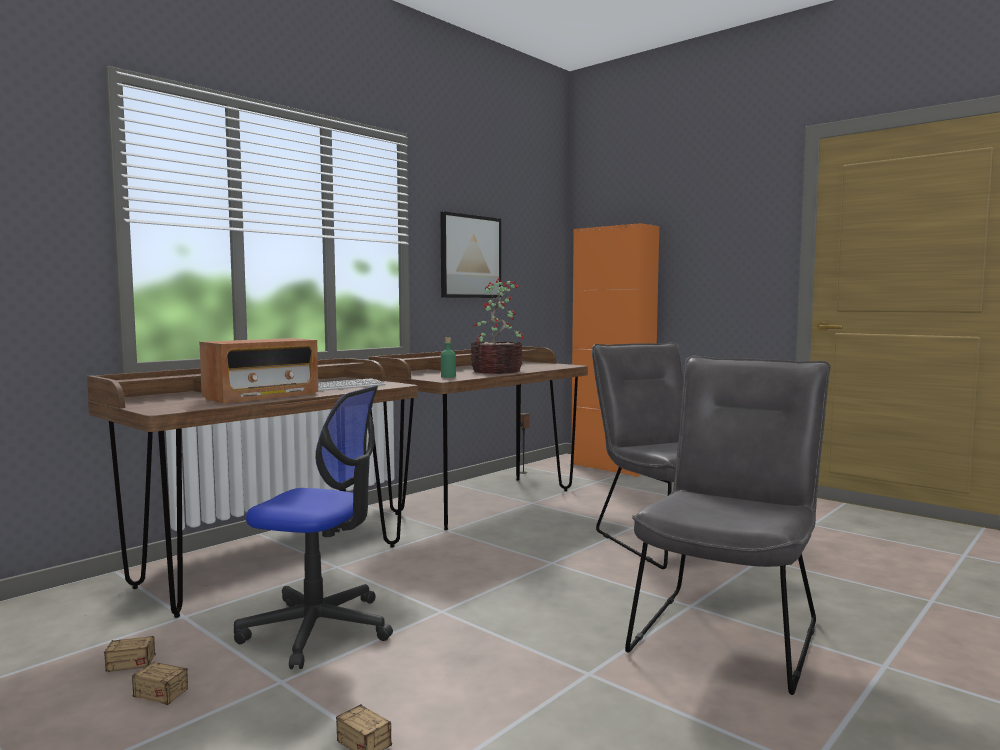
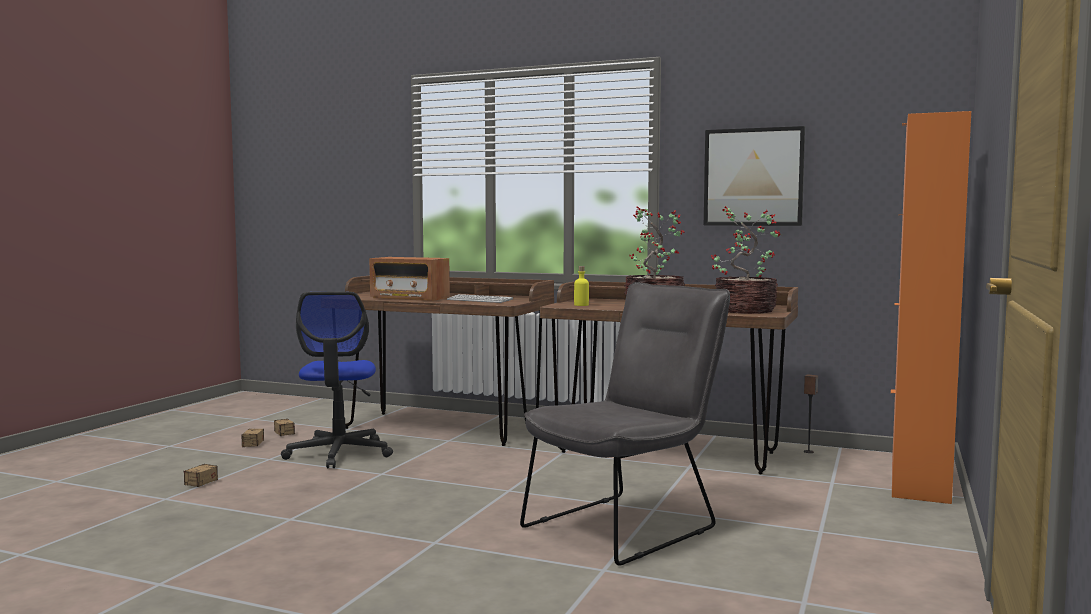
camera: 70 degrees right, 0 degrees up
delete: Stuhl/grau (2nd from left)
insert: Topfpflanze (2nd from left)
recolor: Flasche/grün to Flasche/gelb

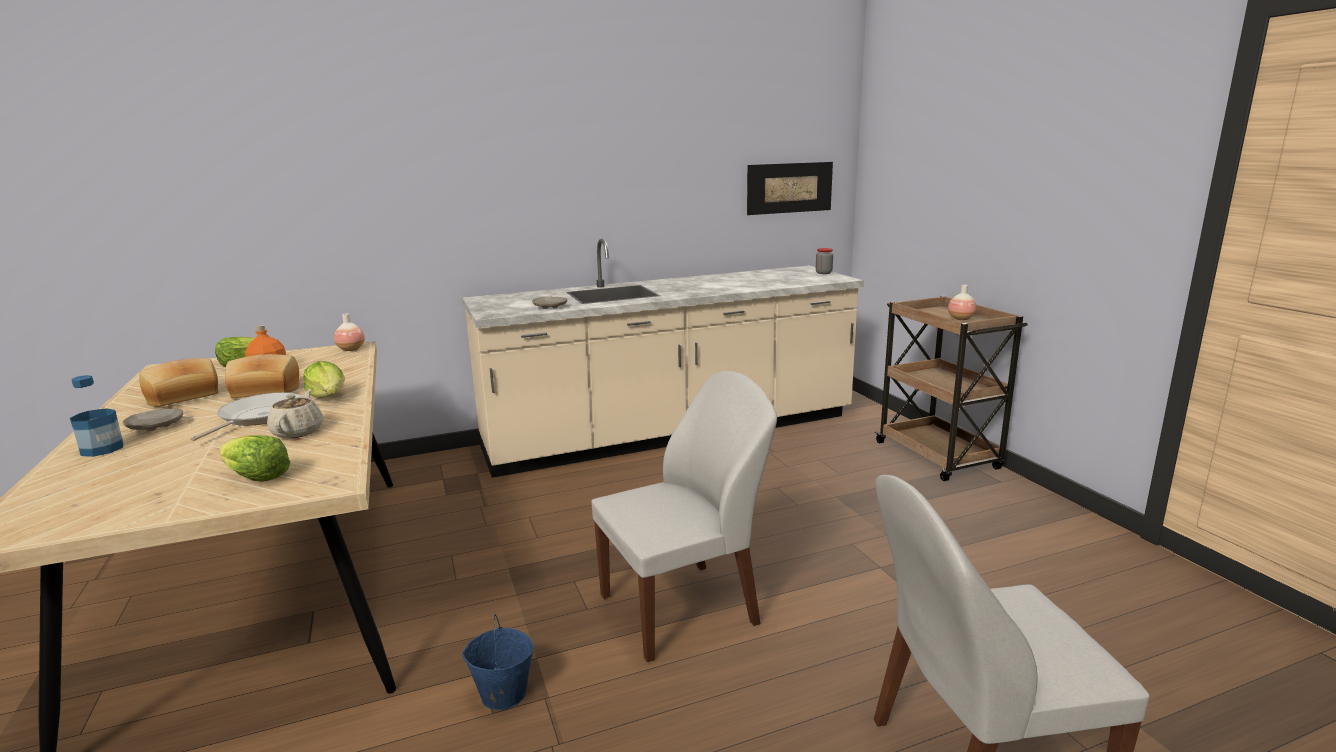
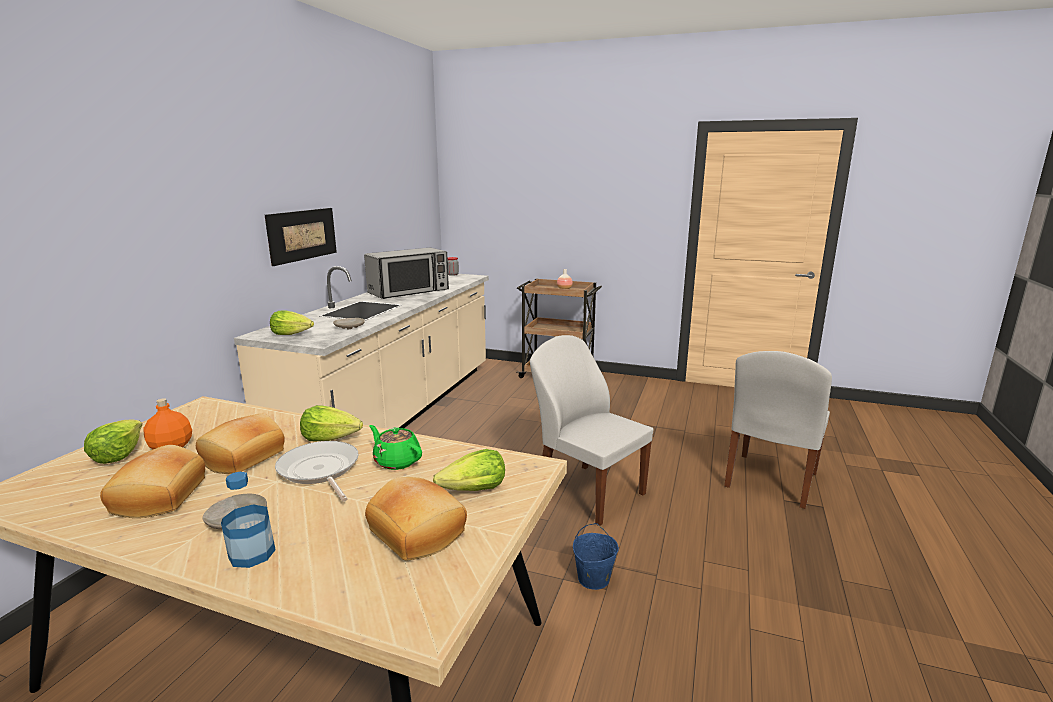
camera: 50 degrees left, 0 degrees up
delete: Vase (1st from left)
insert: Salatkopf (2nd from left); Mikrowelle; Brot (3rd from left)
move: Bild
recolor: Teekanne/beige to Teekanne/grün
rotate: Stuhl/weiß (1st from left) 60 degrees counterclockwise

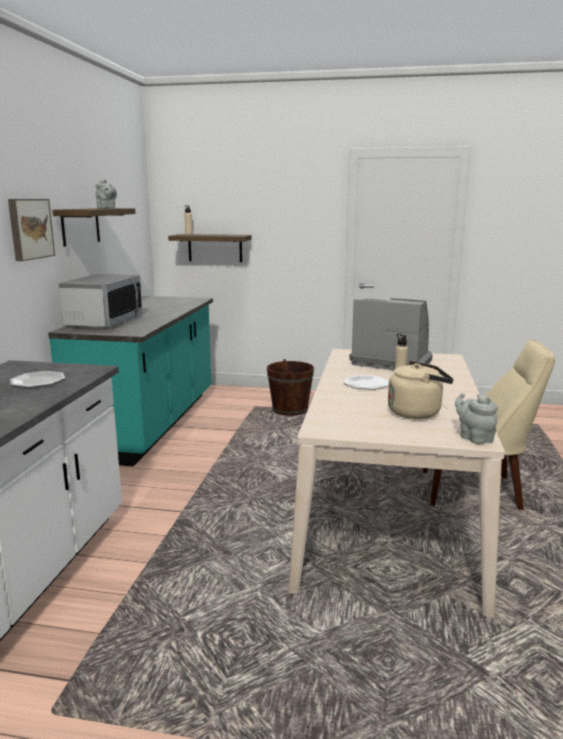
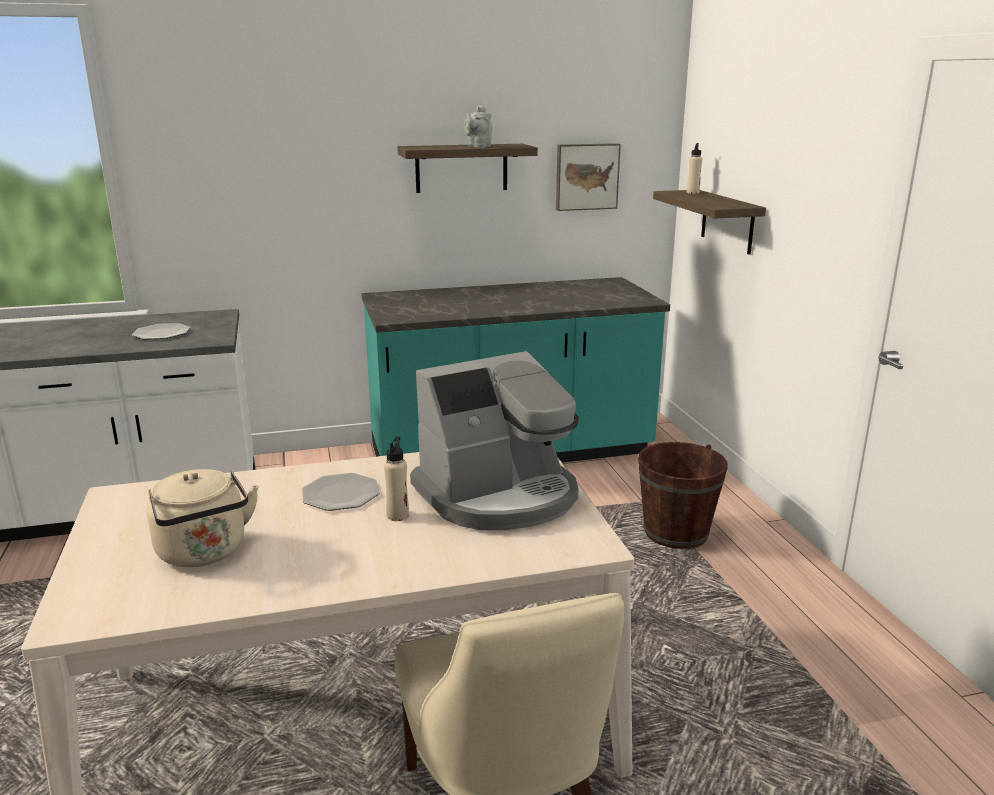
camera: 65 degrees right, 5 degrees up
delete: Mikrowelle; Teekanne/grau (2nd from left)
move: Bild
rotate: Kaffeemaschine 60 degrees clockwise

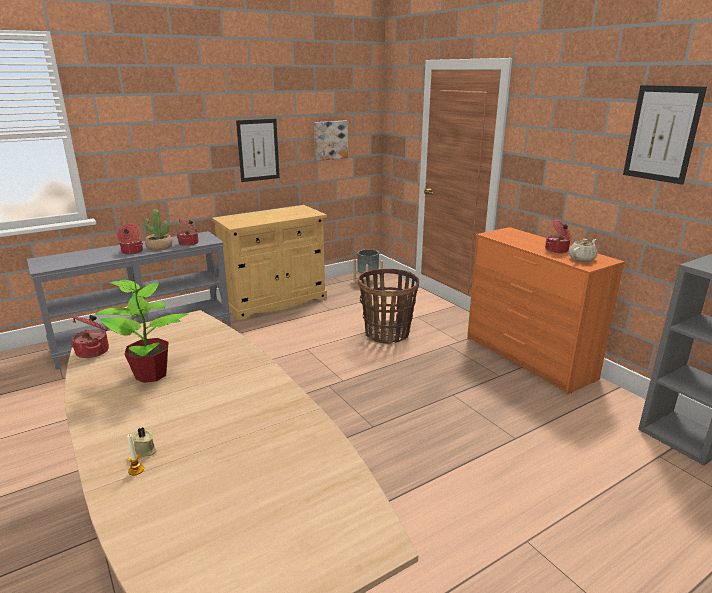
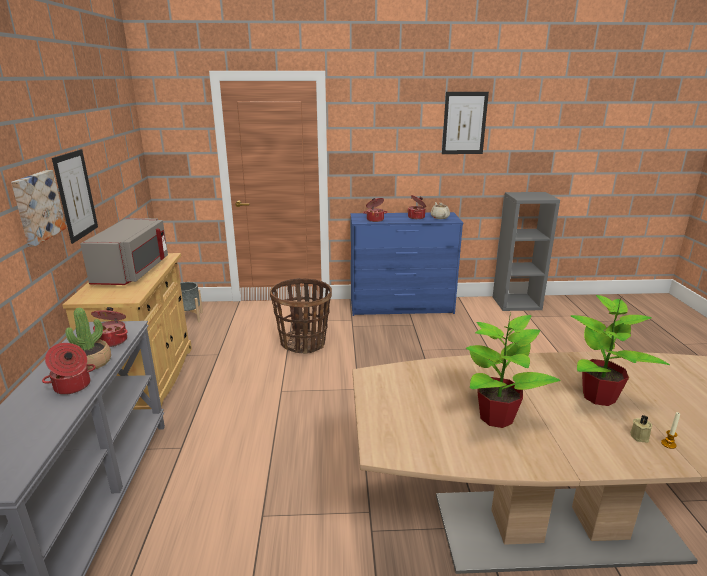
camera: 60 degrees left, 0 degrees up
insert: Mikrowelle/grau; Topfpflanze (3rd from left)
move: Kochtopf (1st from left in the first image) to Kochtopf (3rd from left); Bild (2nd from left in the first image) to Bild (1st from left)
recolor: Kommode/orange to Kommode/blau

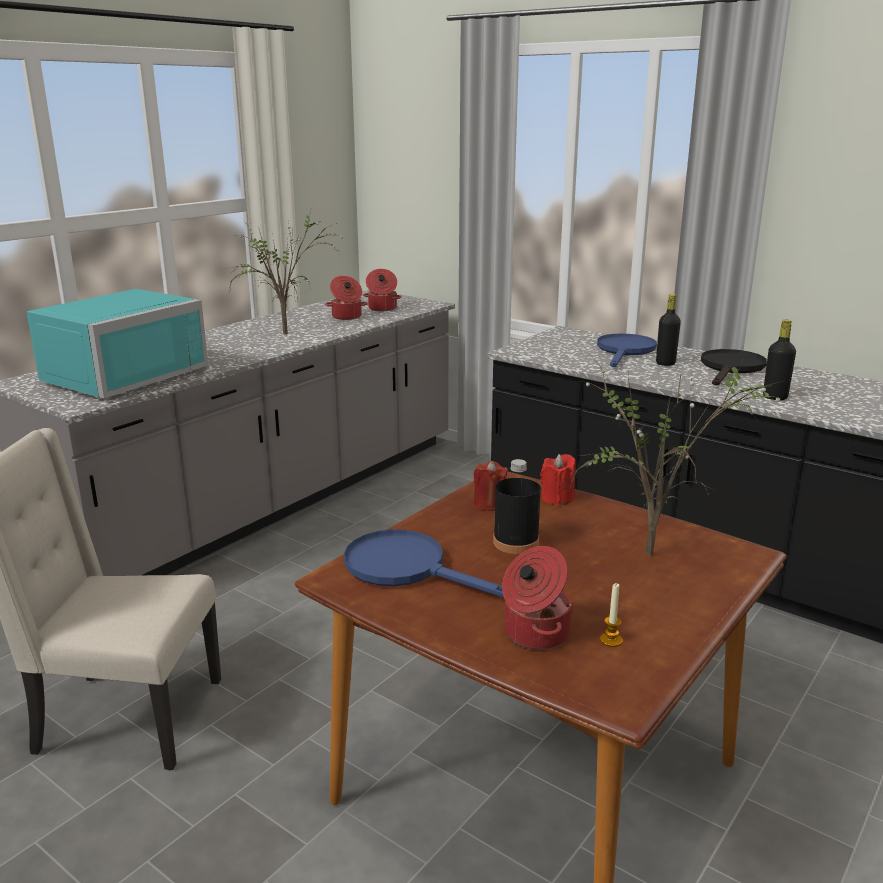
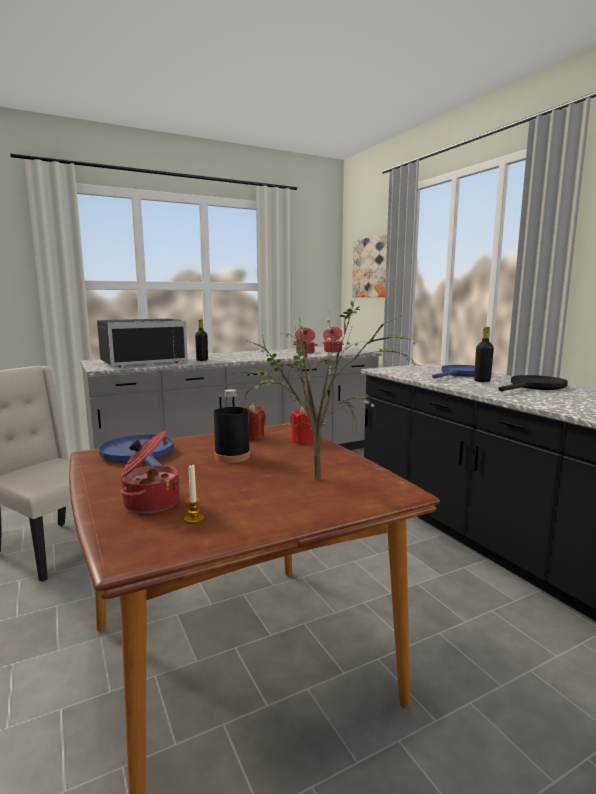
camera: 25 degrees right, 10 degrees down
delete: Topfpflanze (1st from left)
insert: Bild
move: Flasche/schwarz (3rd from left in the first image) to Flasche/schwarz (1st from left)
recolor: Mikrowelle/türkis to Mikrowelle/schwarz

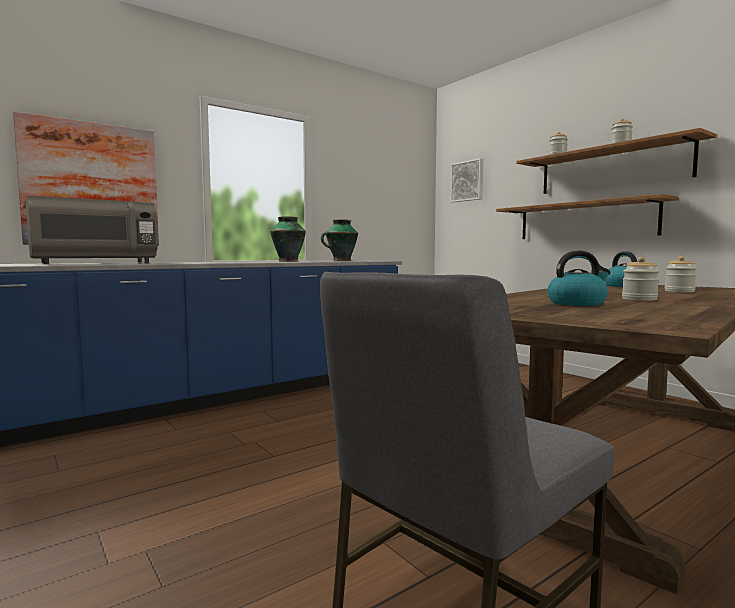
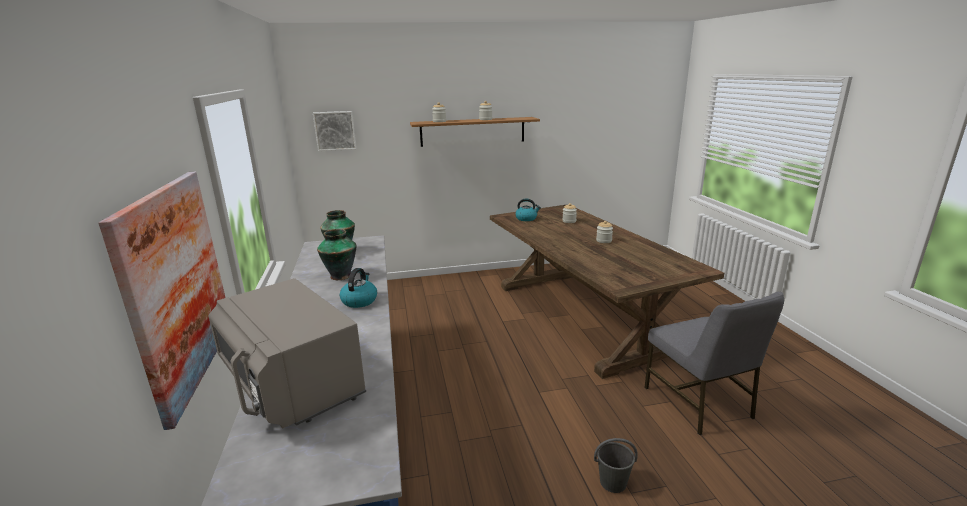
camera: 65 degrees left, 15 degrees up
delete: Wandregal (1st from left)
insert: Eimer/grau
move: Wasserkessel (1st from left)
rotate: Mikrowelle/grau 150 degrees clockwise

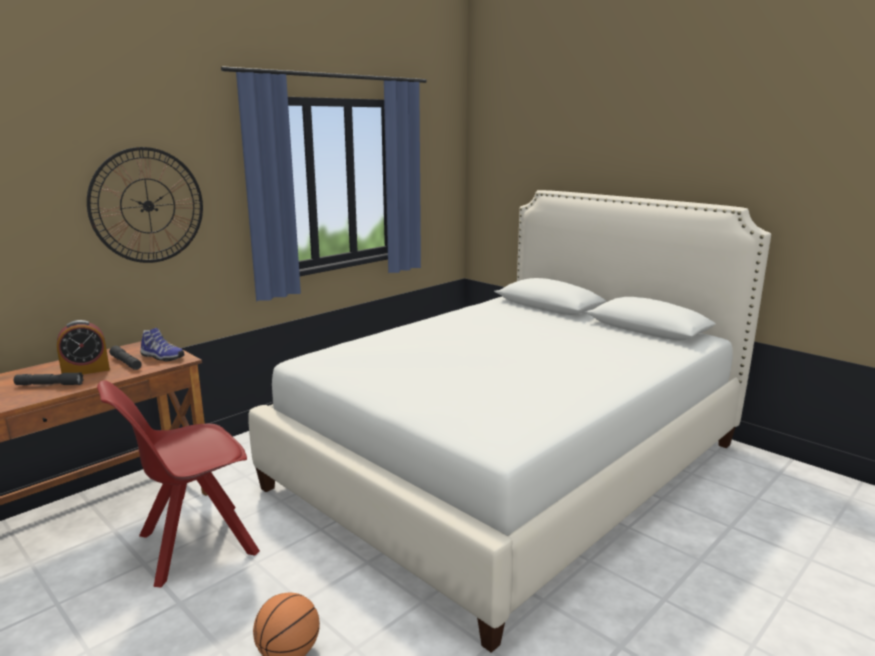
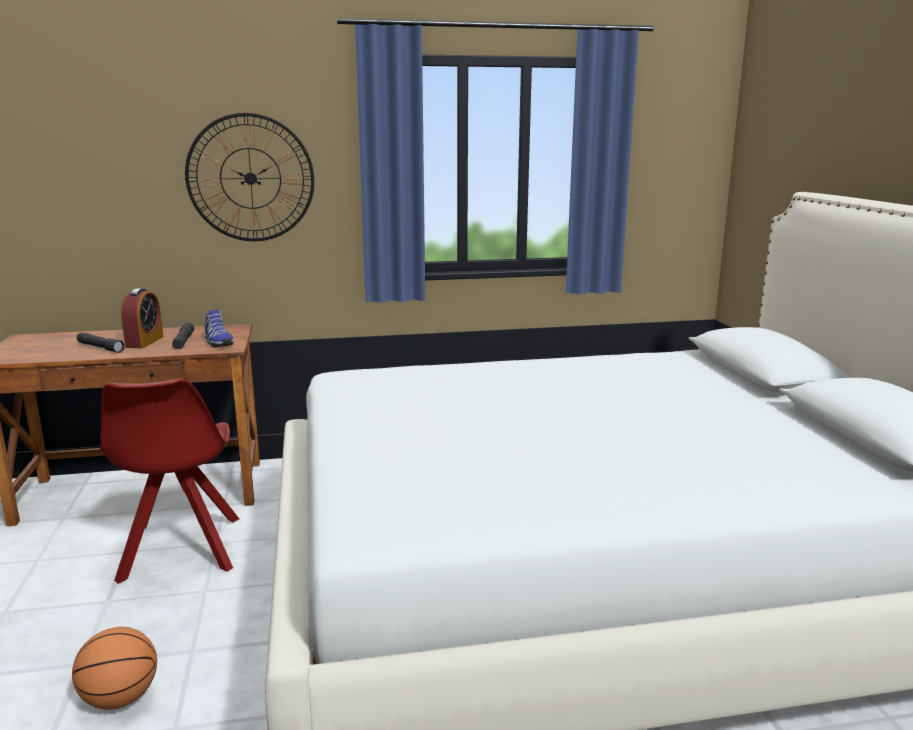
camera: 35 degrees right, 0 degrees up
rotate: Wecker 90 degrees counterclockwise; Stuhl/rot 105 degrees counterclockwise

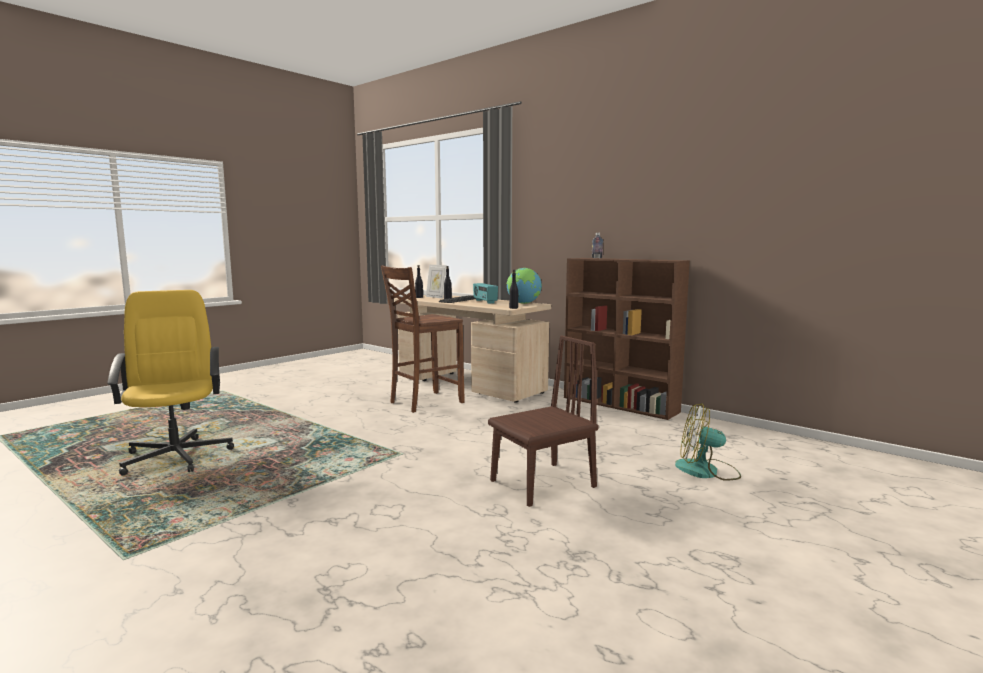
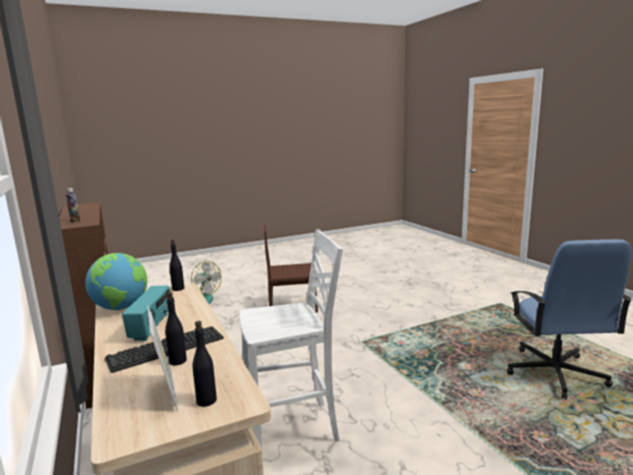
camera: 155 degrees left, 5 degrees up
recolor: Bürostuhl/gelb to Bürostuhl/blau; Stuhl/braun (1st from left) to Stuhl/weiß

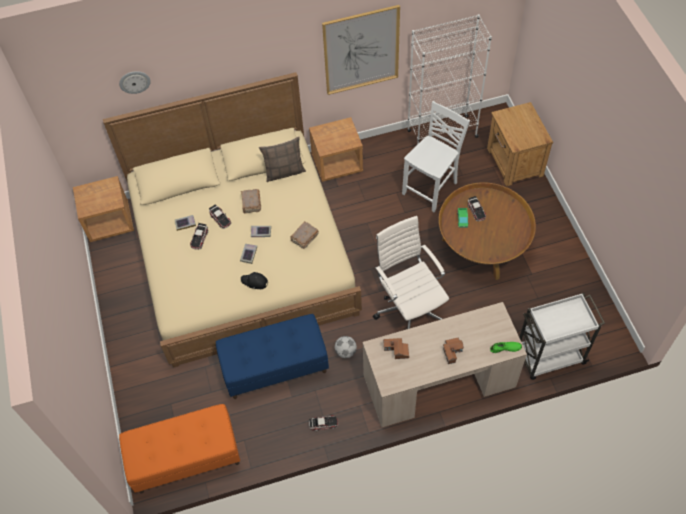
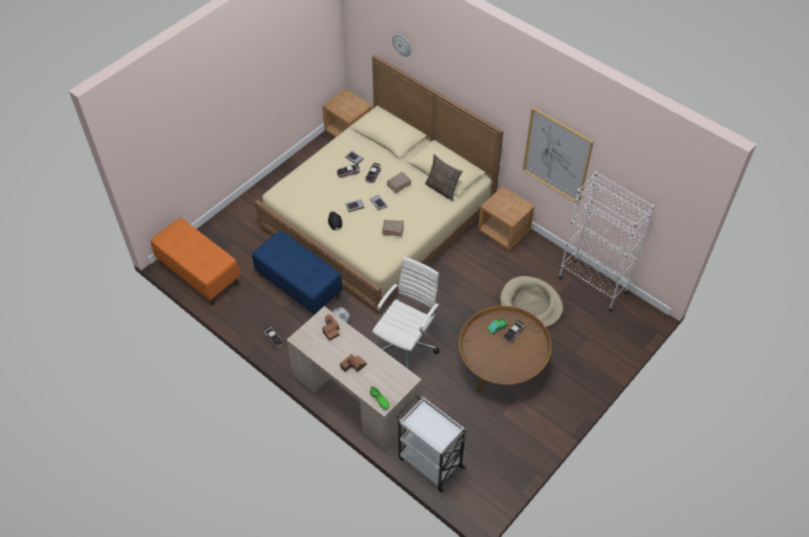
camera: 55 degrees right, 5 degrees down
delete: Nachttisch/braun (3rd from left)
replace: Stuhl/weiß to Hundebett/beige

